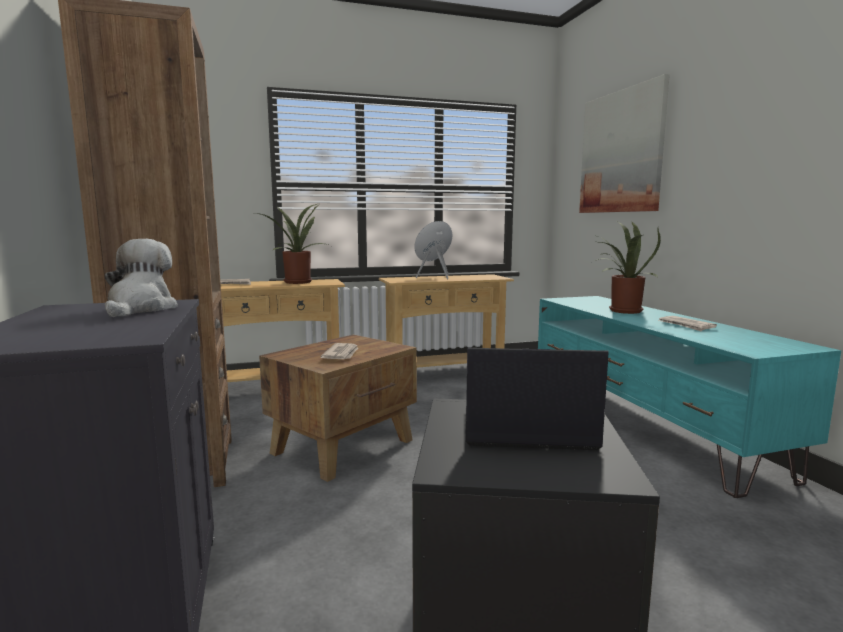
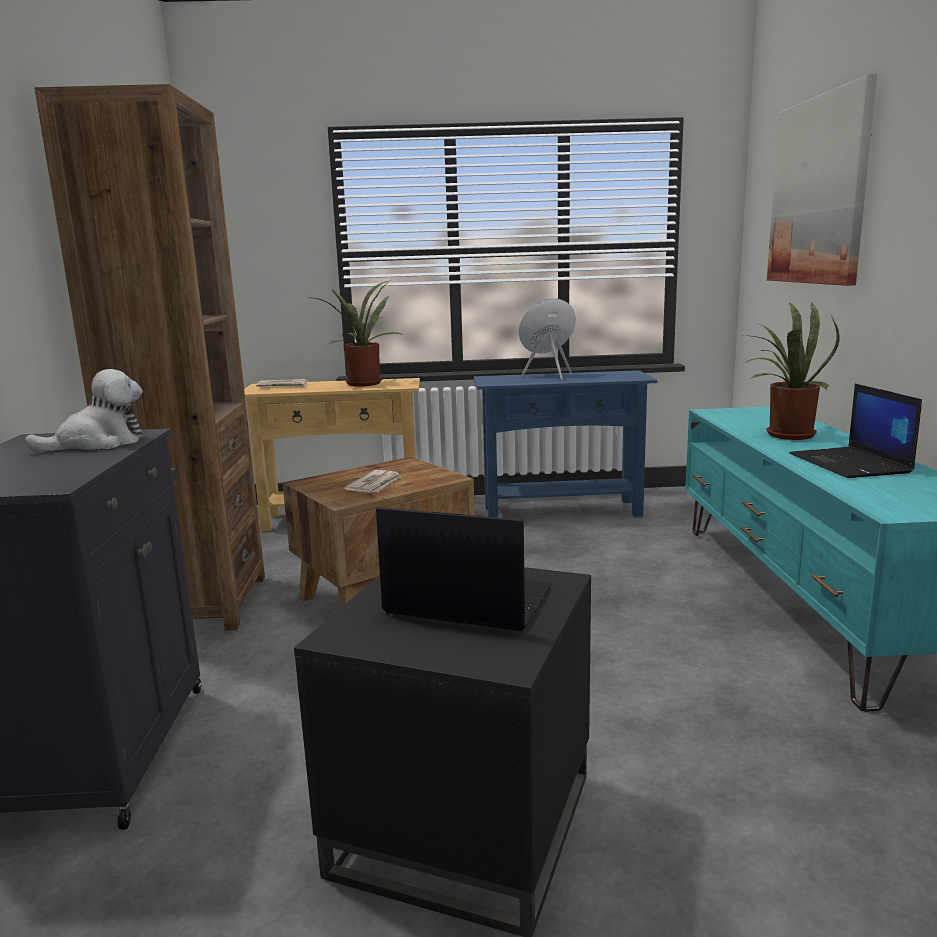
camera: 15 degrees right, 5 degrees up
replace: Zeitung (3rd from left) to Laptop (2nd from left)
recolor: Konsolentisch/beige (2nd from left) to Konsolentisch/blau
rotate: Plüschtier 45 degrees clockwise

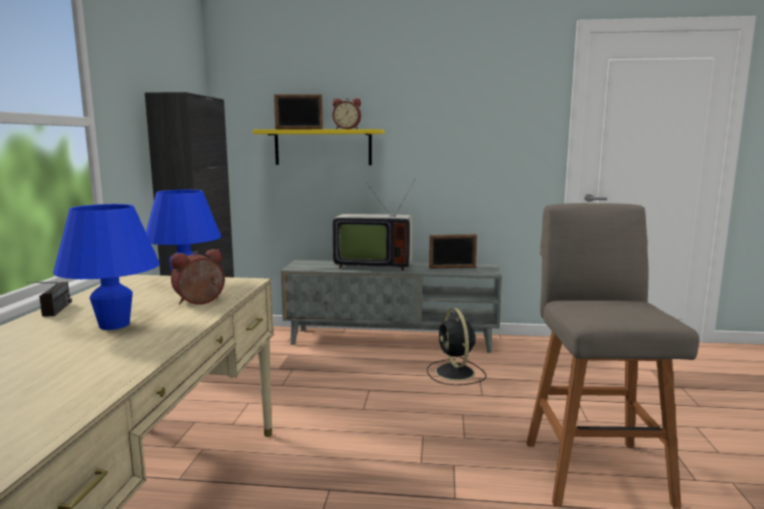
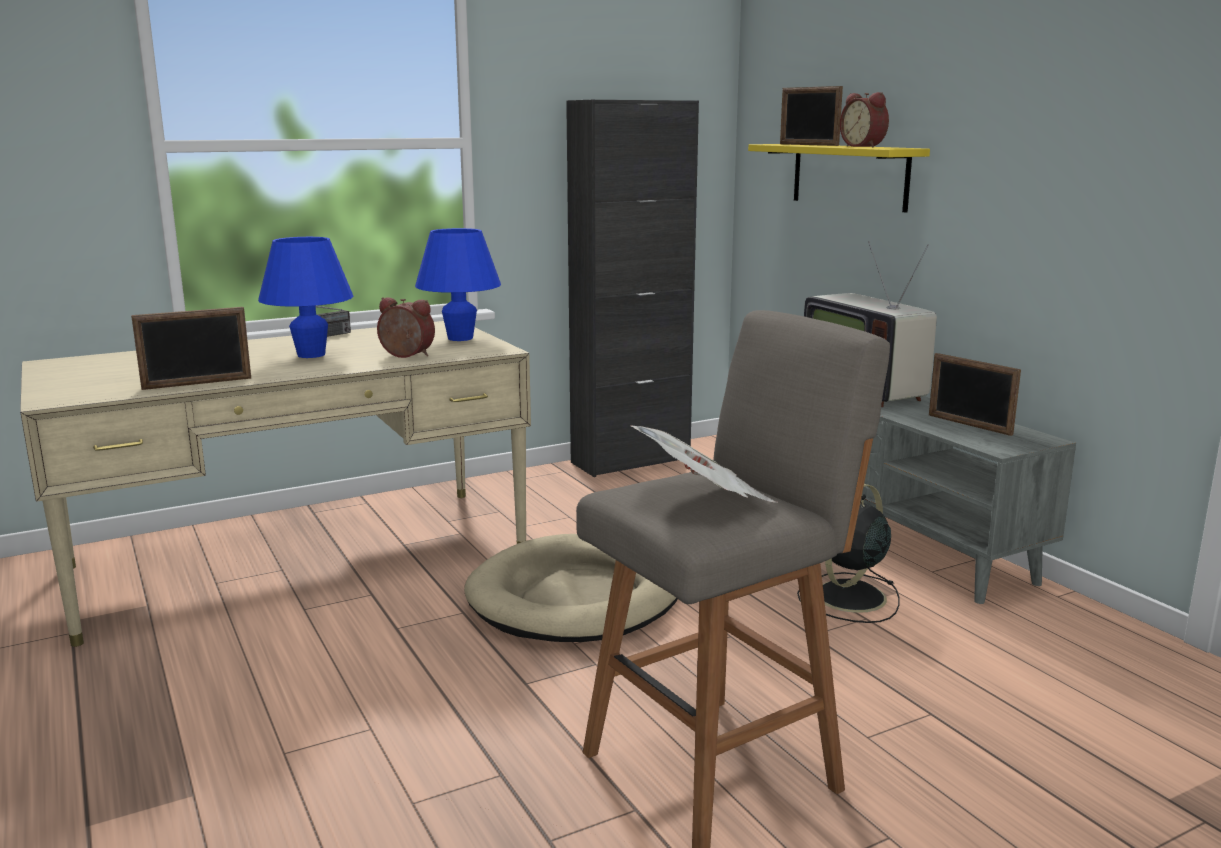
camera: 55 degrees right, 5 degrees up
insert: Bilderrahmen (1st from left); Hundebett/beige; Zeitung

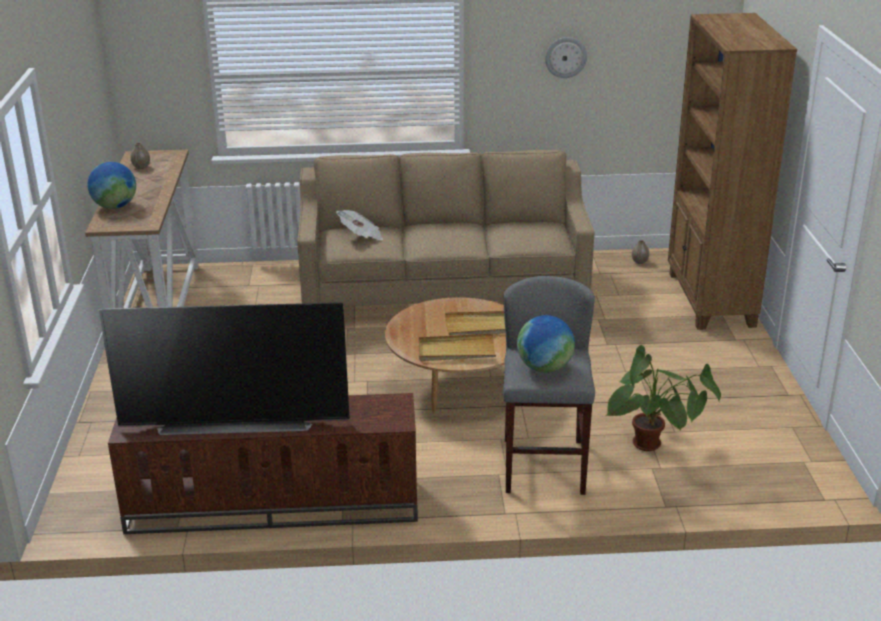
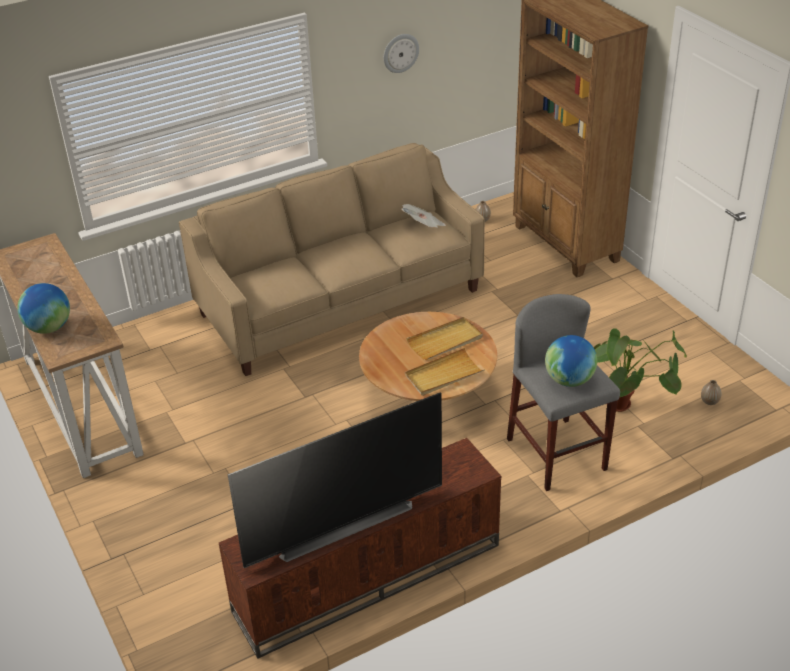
camera: 25 degrees left, 10 degrees up
move: Vase (1st from left in the first image) to Vase (2nd from left); Zeitung

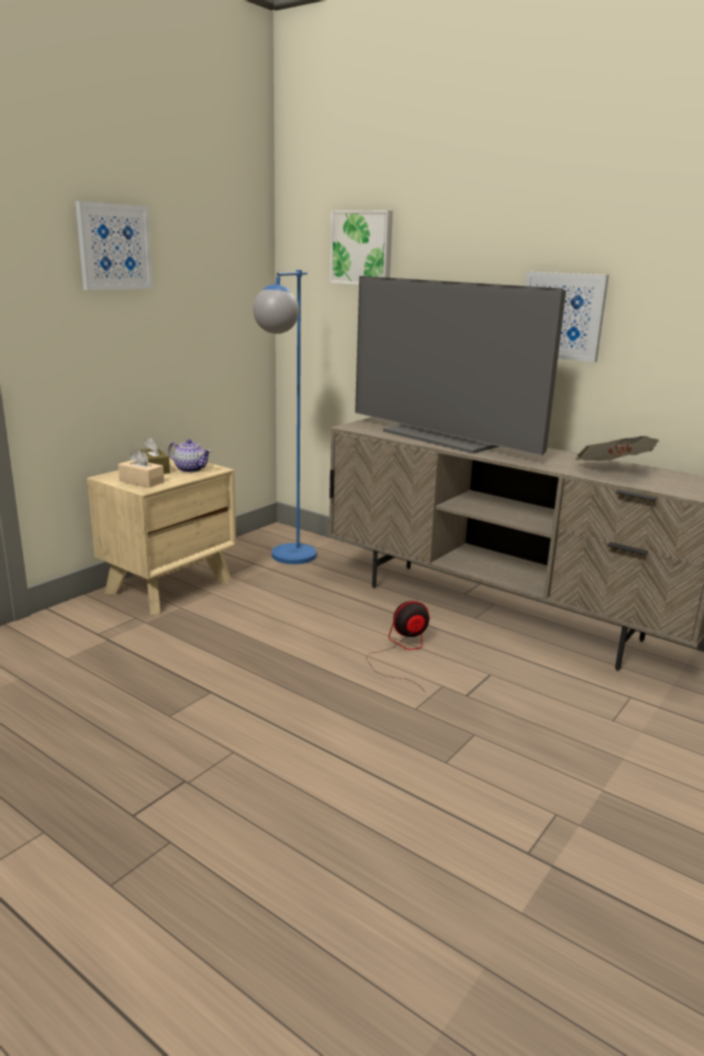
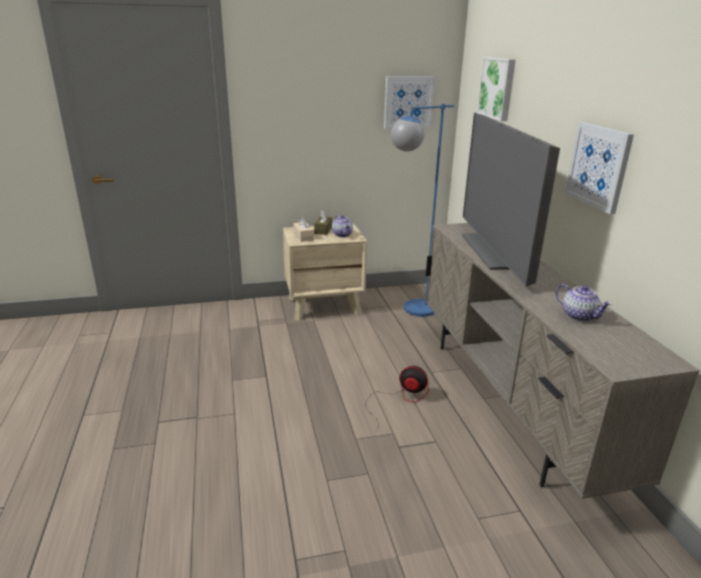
camera: 40 degrees right, 5 degrees up
move: Bild (1st from left)
replace: Zeitung to Teekanne (2nd from left)

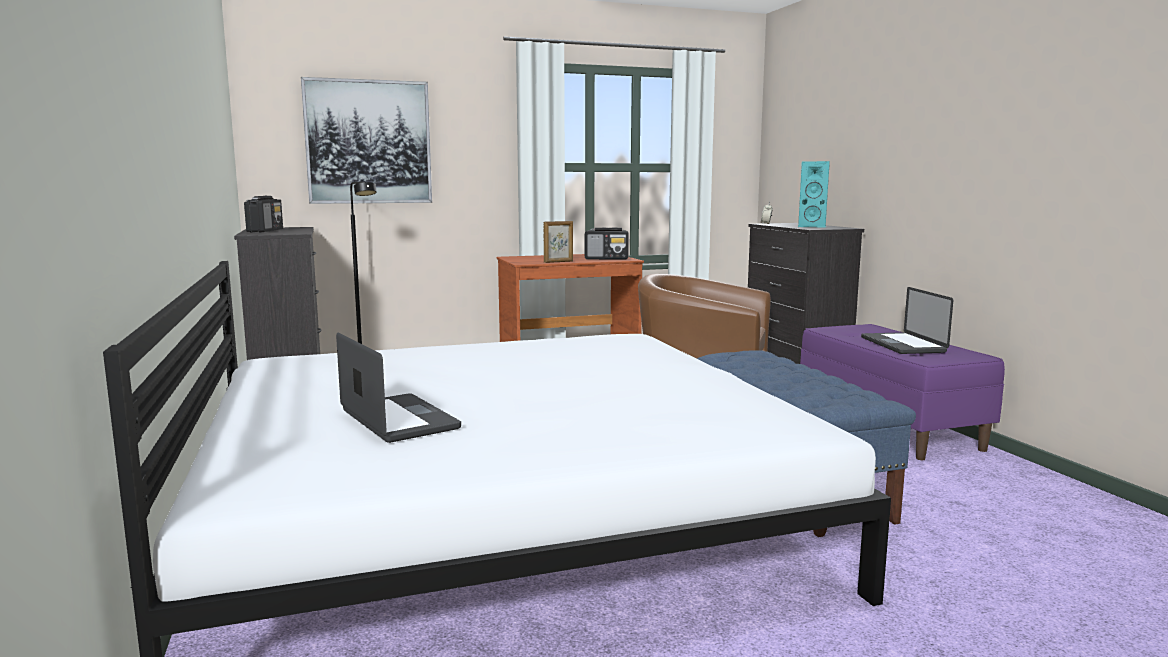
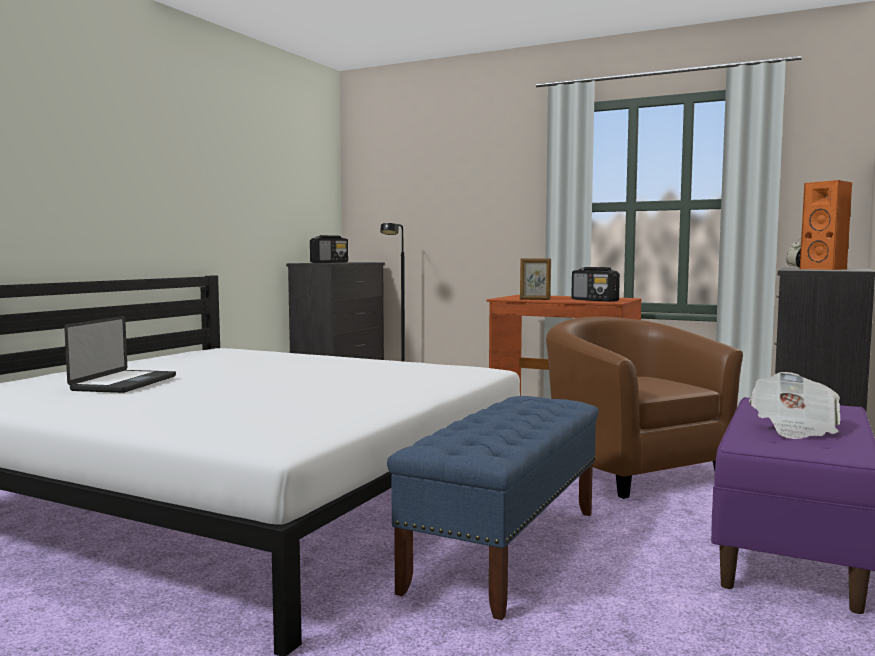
camera: 45 degrees right, 5 degrees down
delete: Bild
replace: Laptop (2nd from left) to Zeitung
recolor: Lautsprecher/türkis to Lautsprecher/orange

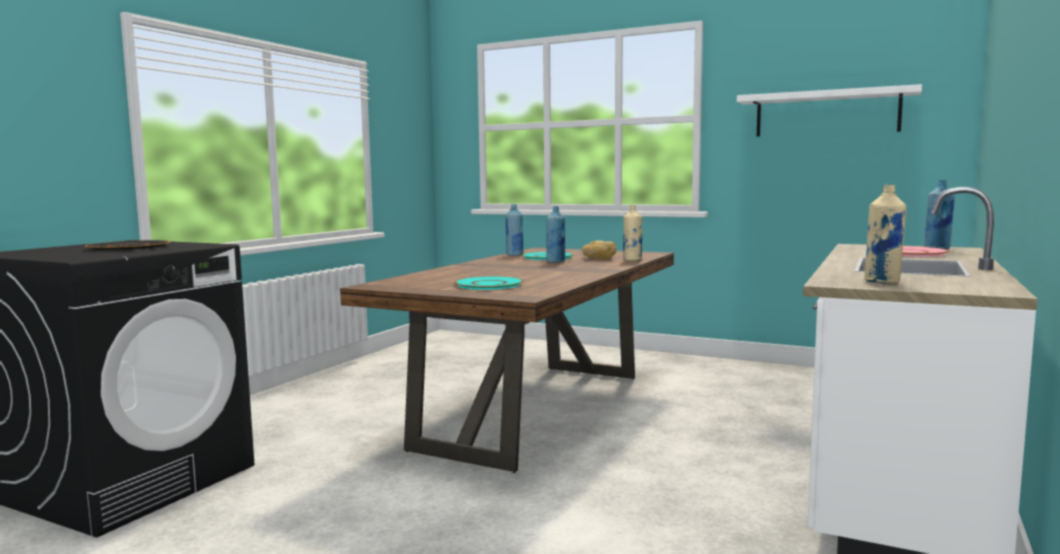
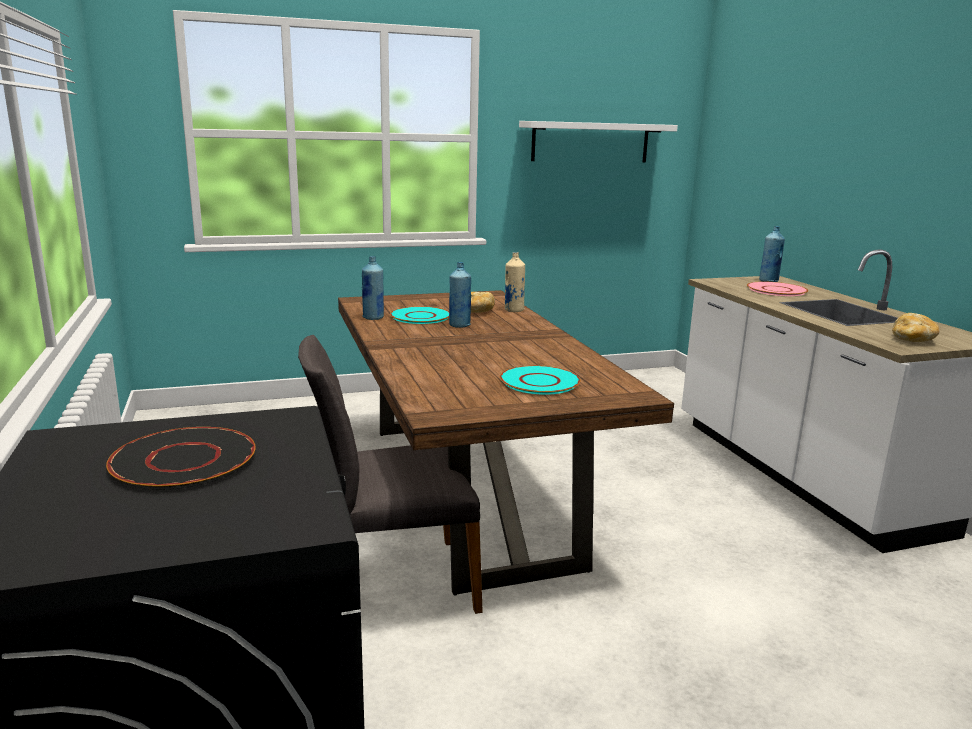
camera: 45 degrees left, 10 degrees up
insert: Stuhl/grau
replace: Flasche/beige (2nd from left) to Brot (2nd from left)

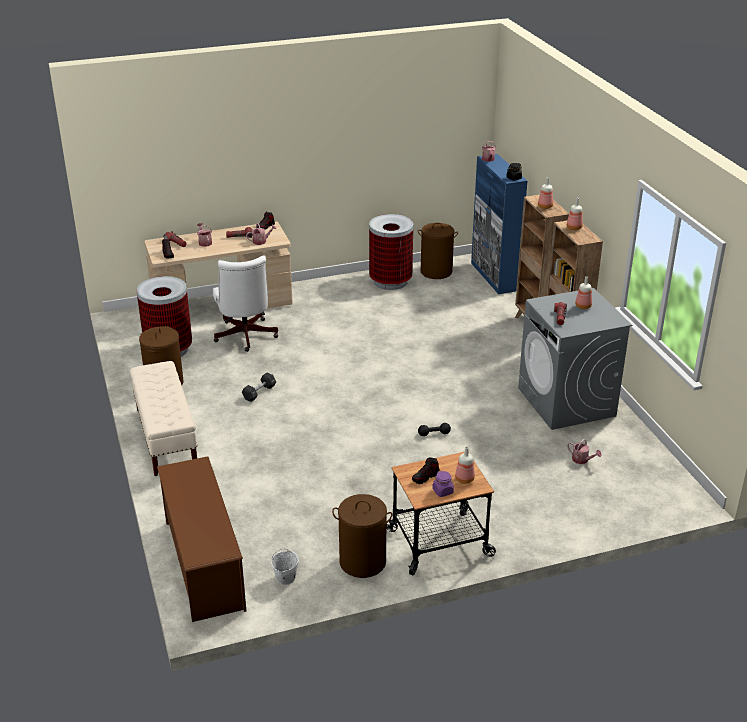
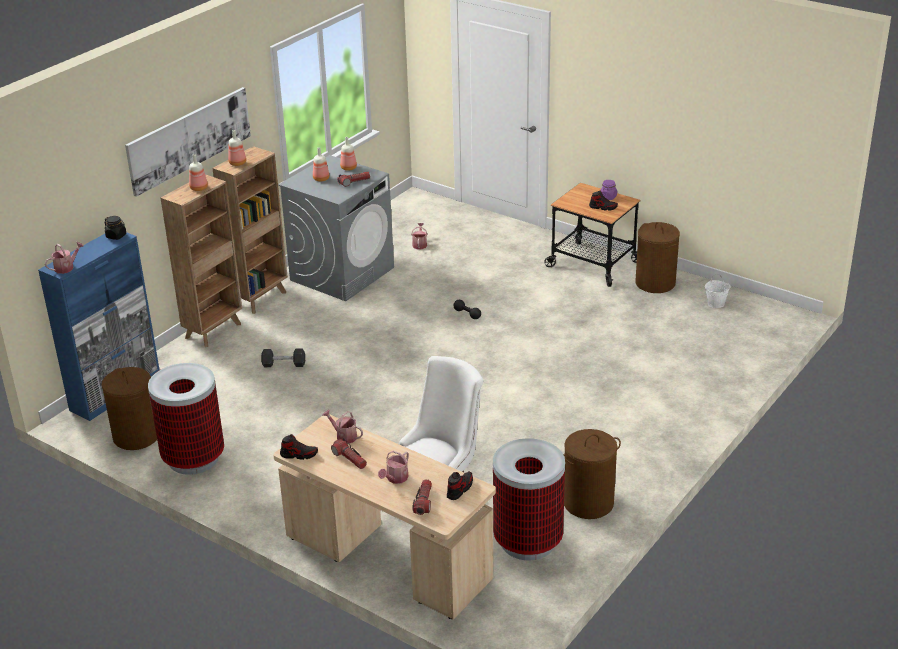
camera: 125 degrees left, 0 degrees up
delete: Bank/beige; Schuhregal/braun
insert: Bild
move: Hantel/schwarz (1st from left); Flasche (1st from left in the first image) to Flasche (4th from left)

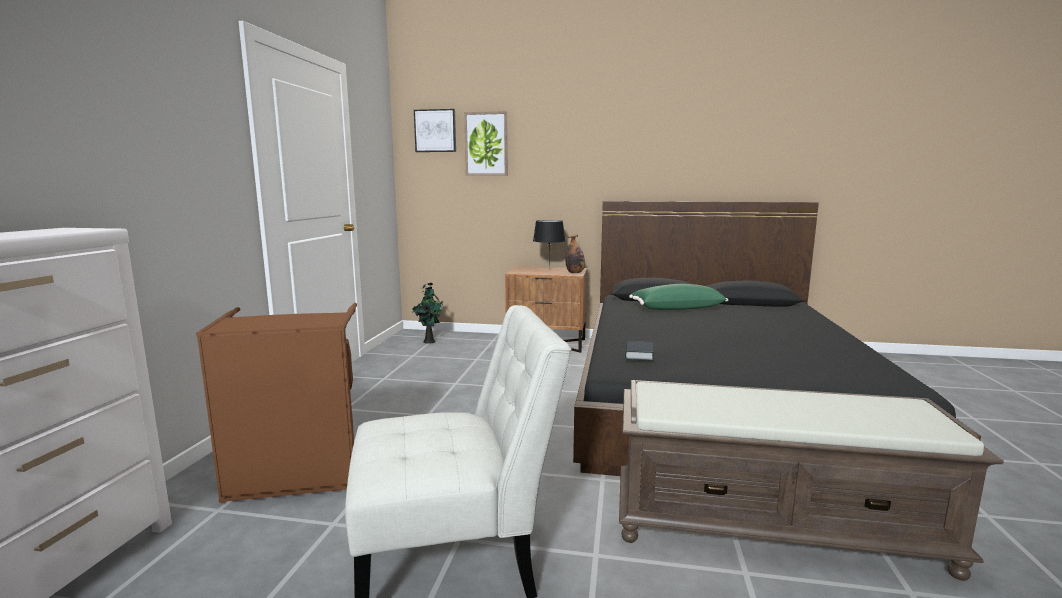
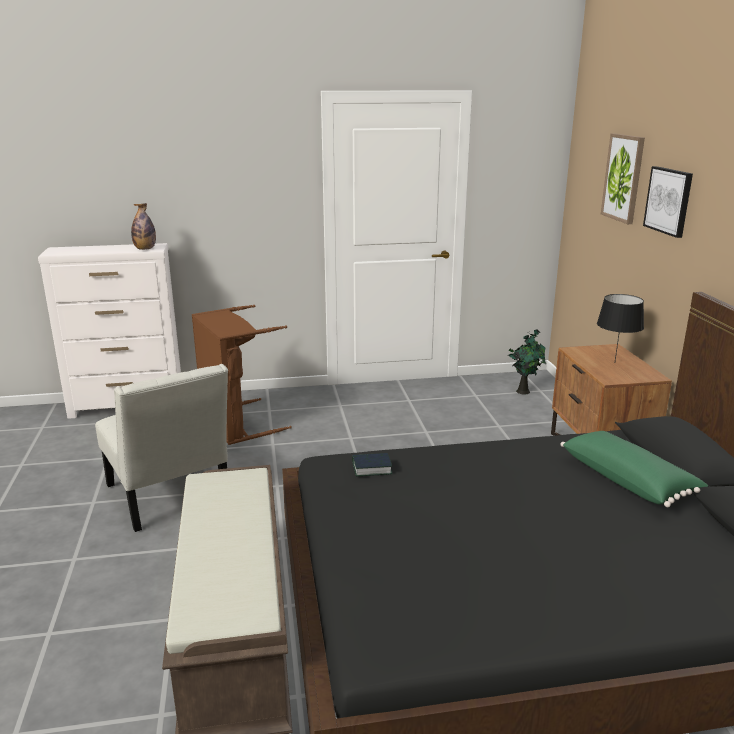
camera: 70 degrees right, 10 degrees up
move: Bild (1st from left in the first image) to Bild (2nd from left); Flasche

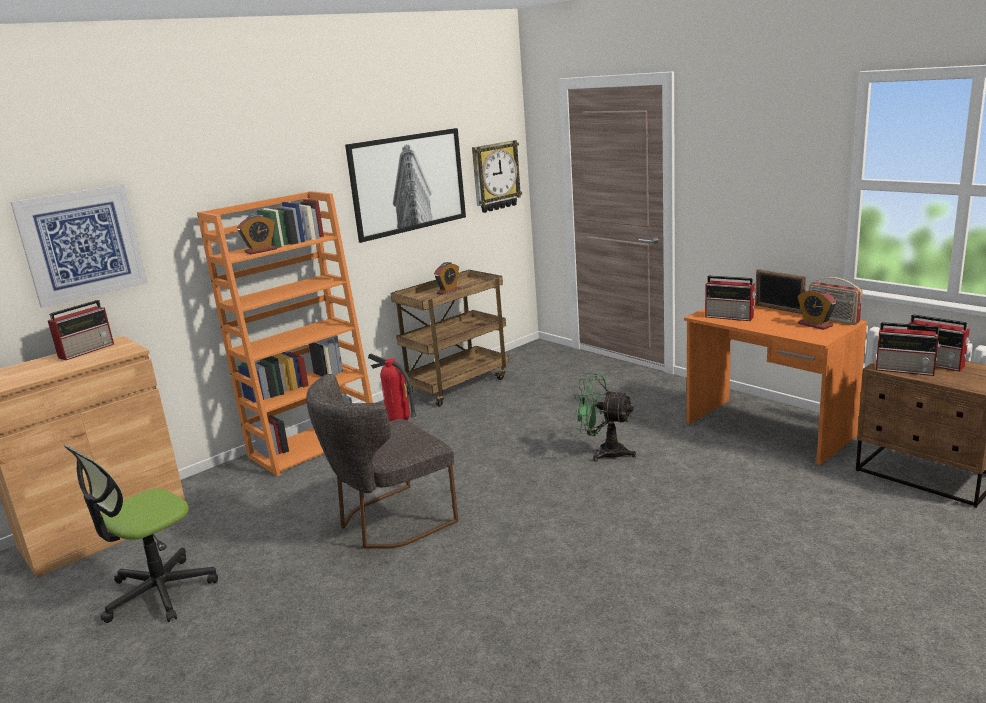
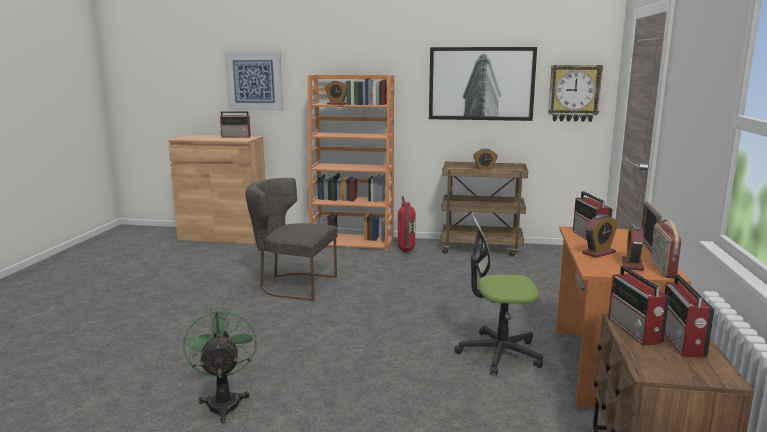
camera: 50 degrees right, 5 degrees down
insert: Wecker (3rd from left)
move: Bürostuhl; Ventilator/grün

